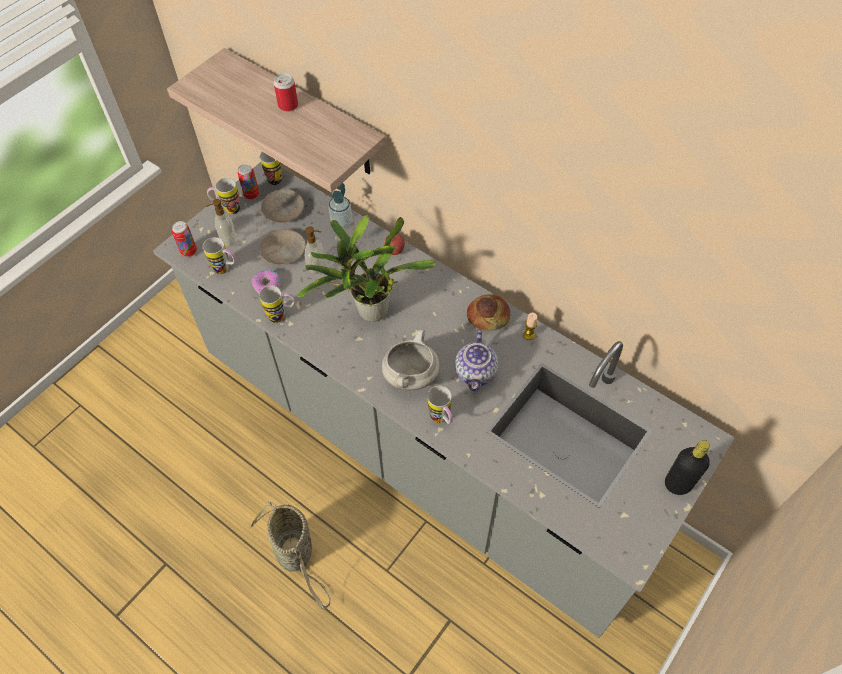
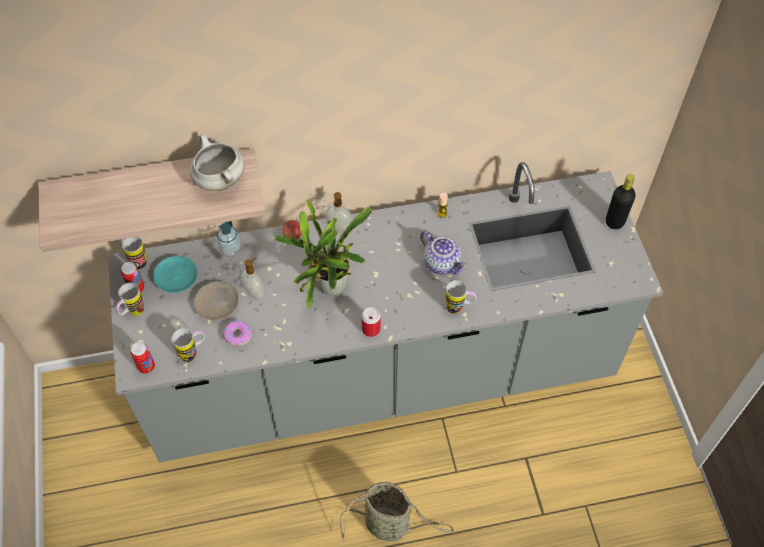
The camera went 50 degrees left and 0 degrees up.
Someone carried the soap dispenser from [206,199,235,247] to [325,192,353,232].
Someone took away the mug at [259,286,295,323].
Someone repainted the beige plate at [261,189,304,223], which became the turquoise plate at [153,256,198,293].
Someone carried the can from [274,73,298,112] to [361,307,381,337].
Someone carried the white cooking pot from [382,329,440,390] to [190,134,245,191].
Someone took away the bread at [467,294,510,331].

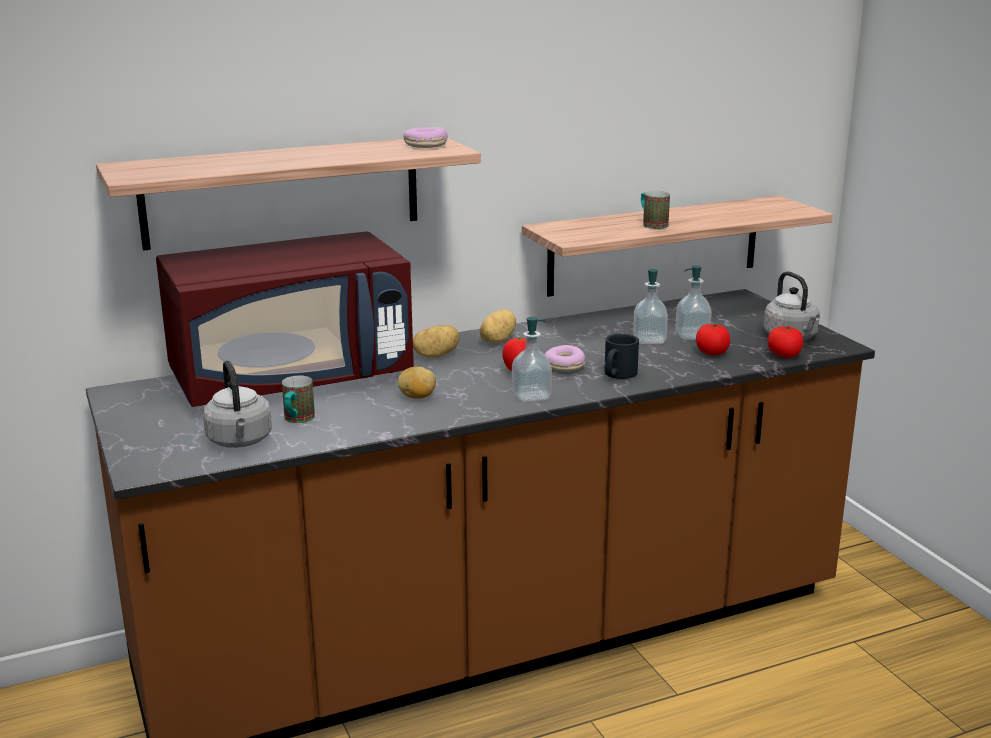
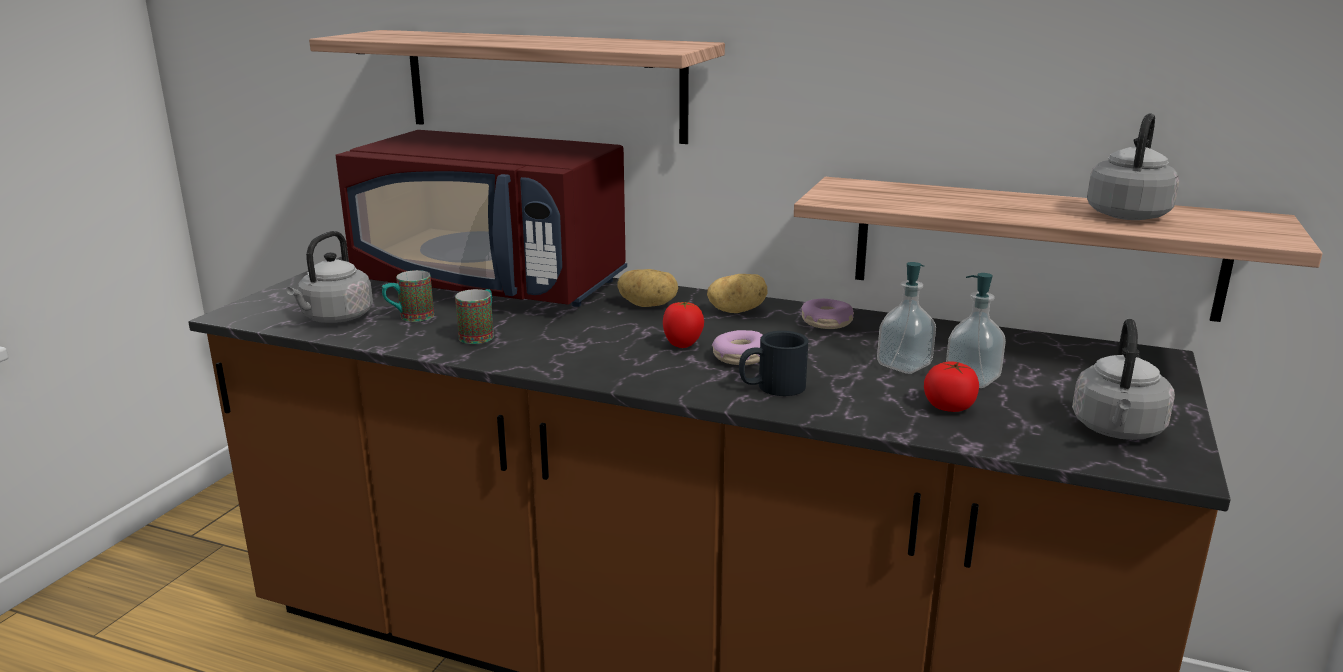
The camera went 45 degrees right and 0 degrees up.
Someone took away the potato at [398,367,436,399].
Someone carried the donut from [403,127,448,148] to [802,299,854,329].
Someone took away the soap dispenser at [512,317,552,402].
Someone carried the mug from [641,191,670,229] to [455,289,494,344].
Someone took away the tomato at [768,326,803,358].
Someone put down the grey kettle at [1087,113,1179,220].

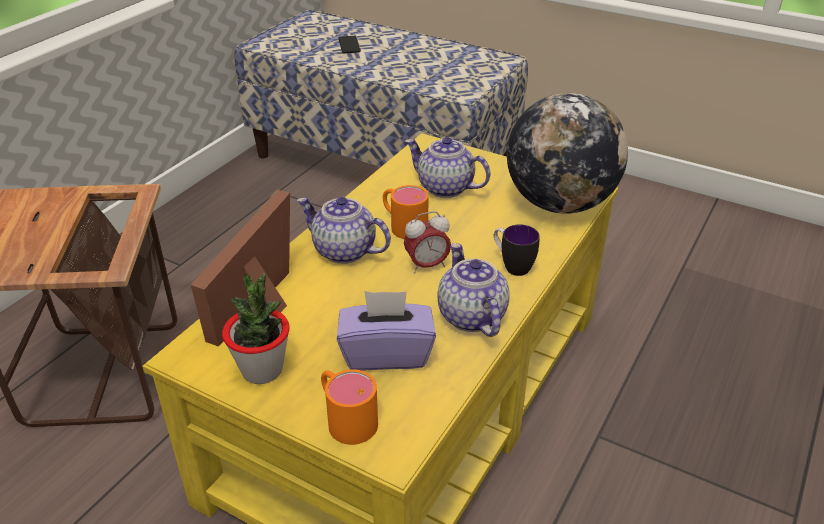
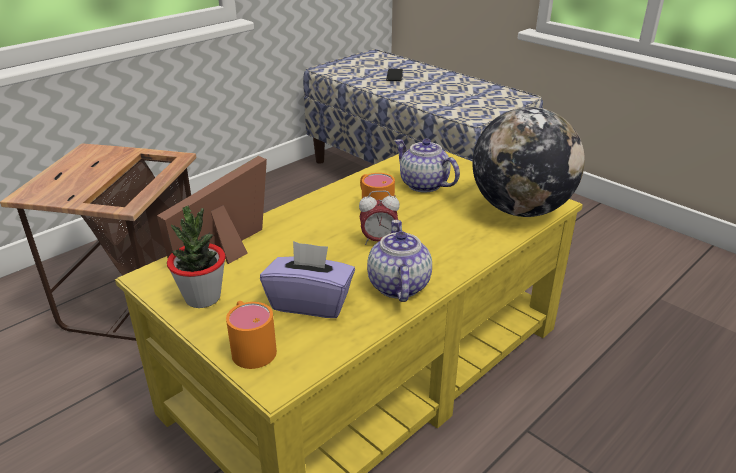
The camera went 15 degrees right and 5 degrees down.
Someone took away the teapot at [297,197,391,264].
Someone took away the mug at [494,224,540,276].

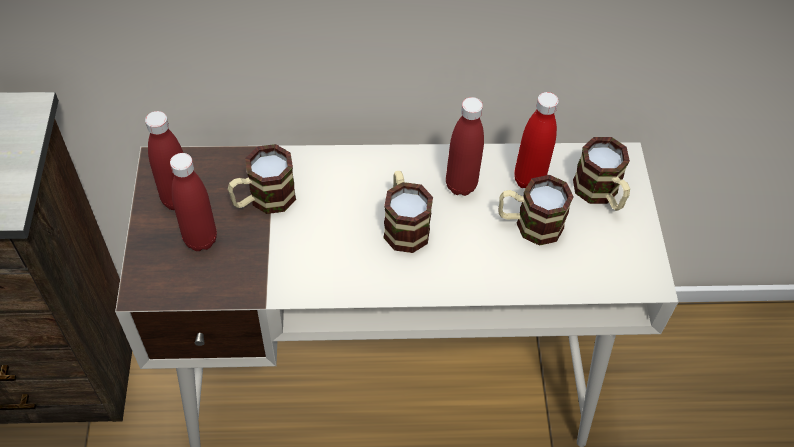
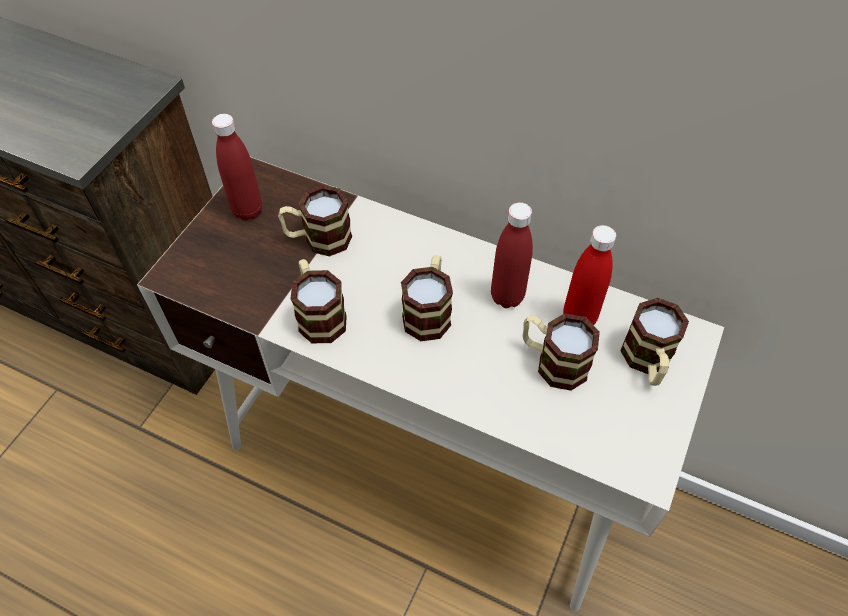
The camera went 30 degrees right and 0 degrees up.
Someone took away the red bottle at [170,153,217,251].
Someone put down the mug at [291,259,347,343].

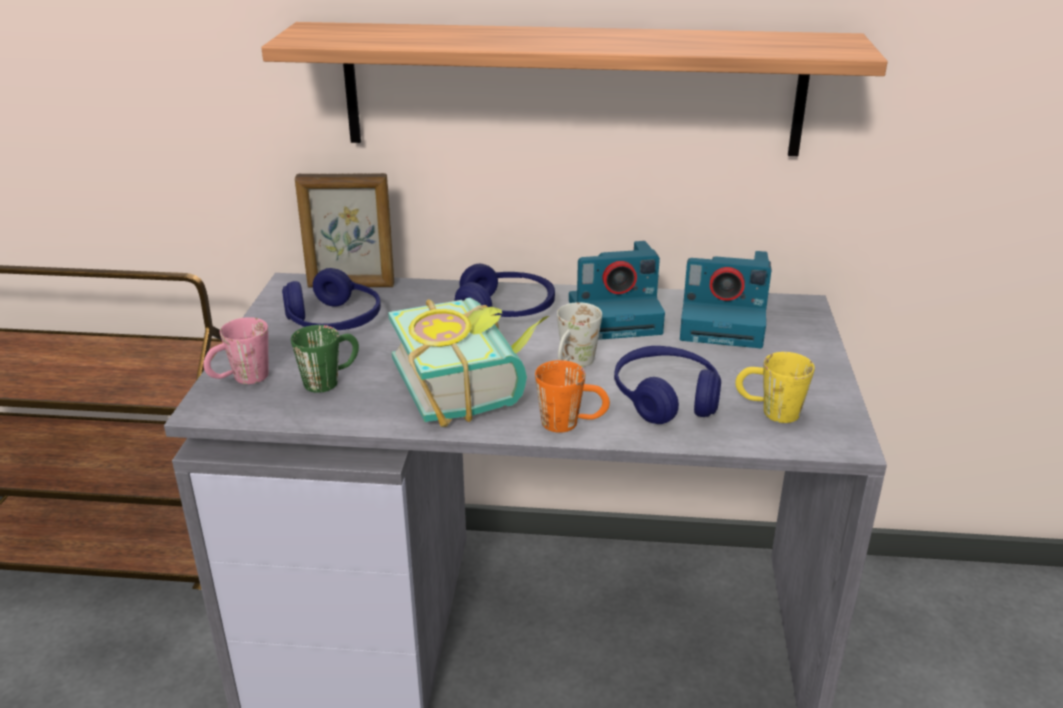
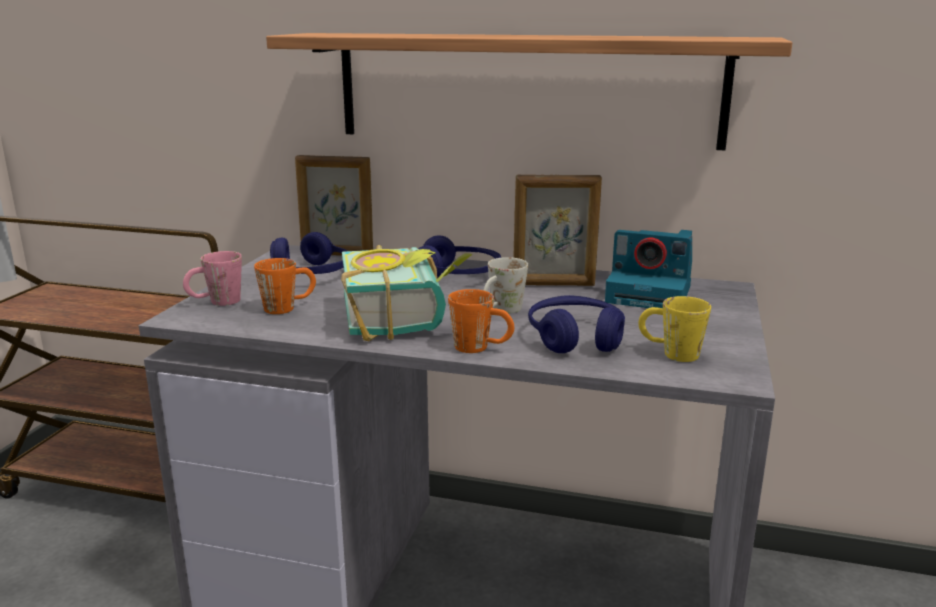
The camera went 10 degrees right and 10 degrees down.
Someone repainted the green mug at [291,325,359,393], which became the orange mug at [254,258,316,314].
Someone swapped the photo camera at [569,241,665,340] for the picture frame at [513,175,602,286].

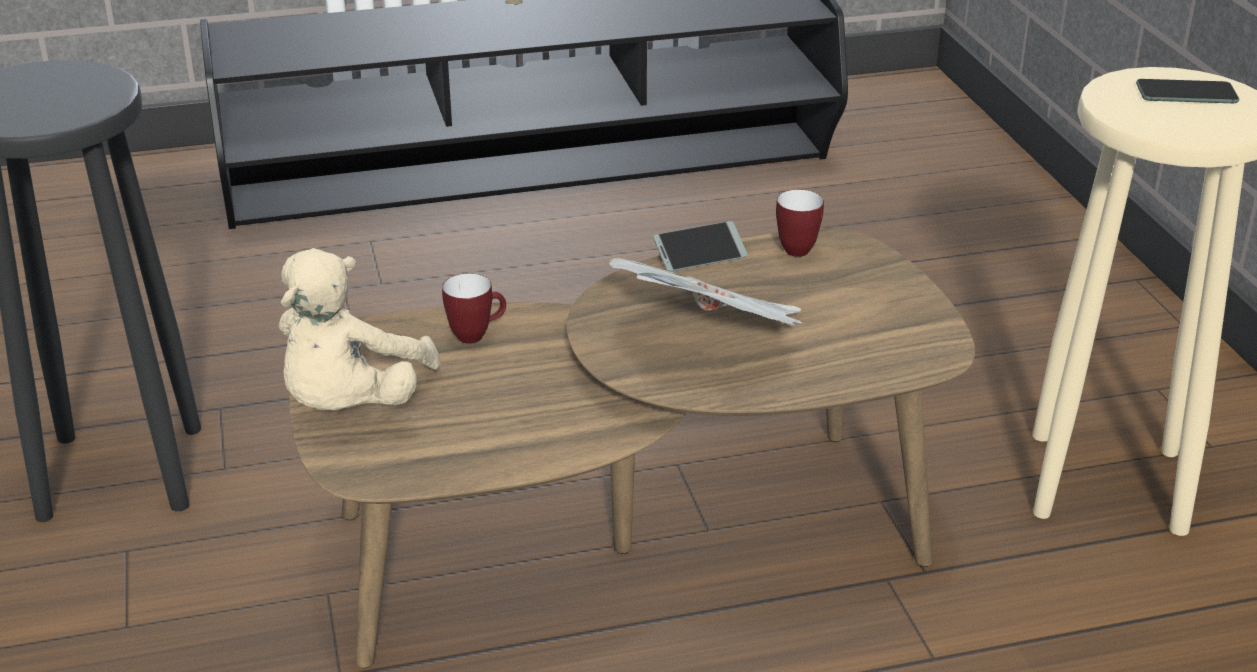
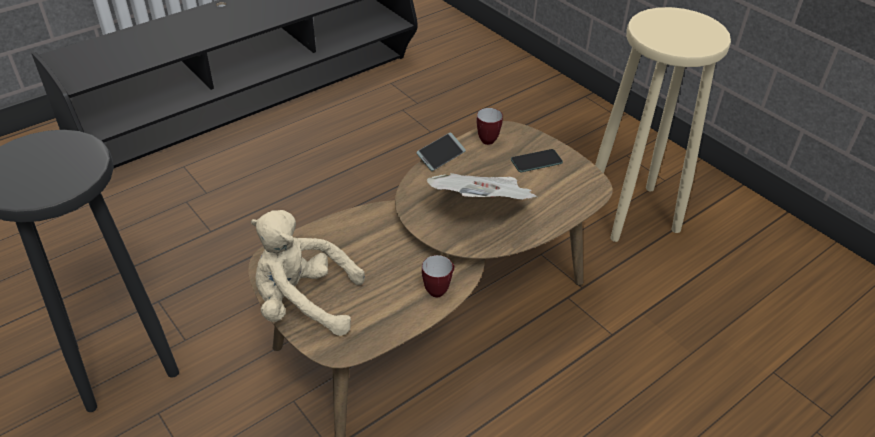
The camera went 25 degrees left and 10 degrees up.
Someone rotated the beige plush toy at [278,248,441,410] by 105 degrees clockwise.
Someone carried the mug from [442,273,506,344] to [422,255,455,298].
Someone carried the phone from [1136,79,1239,103] to [511,149,563,172].

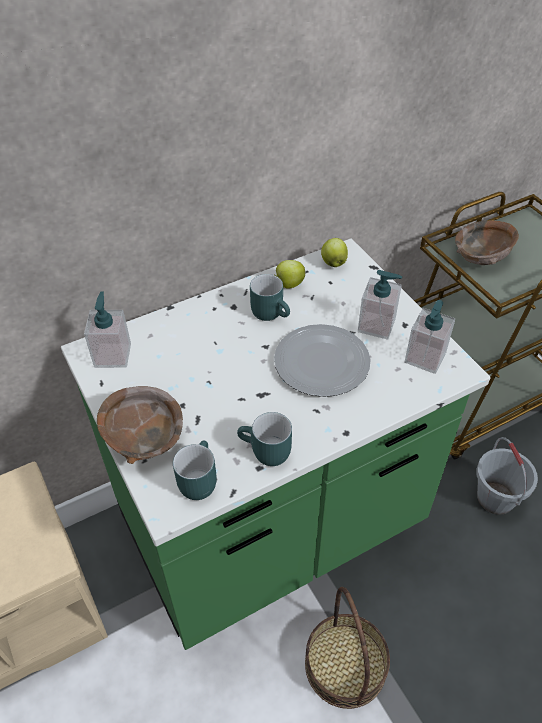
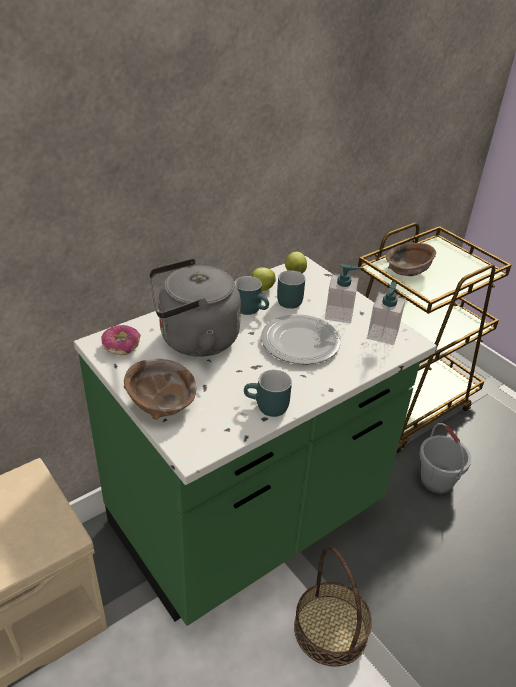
The camera went 10 degrees left and 10 degrees down.
Someone swapped the soap dispenser at [84,292,131,368] for the donut at [101,325,141,355].
Someone carried the turquoise mug from [173,440,217,500] to [277,270,305,309].
Someone put down the grey kettle at [149,258,241,357].

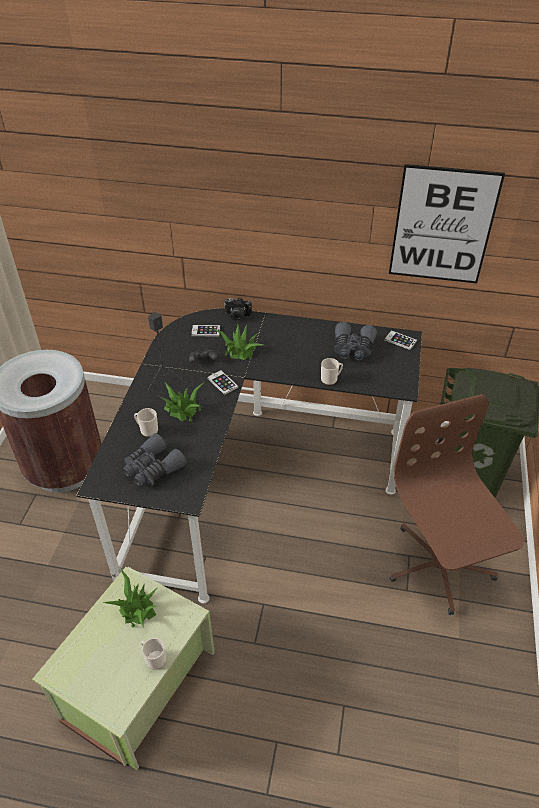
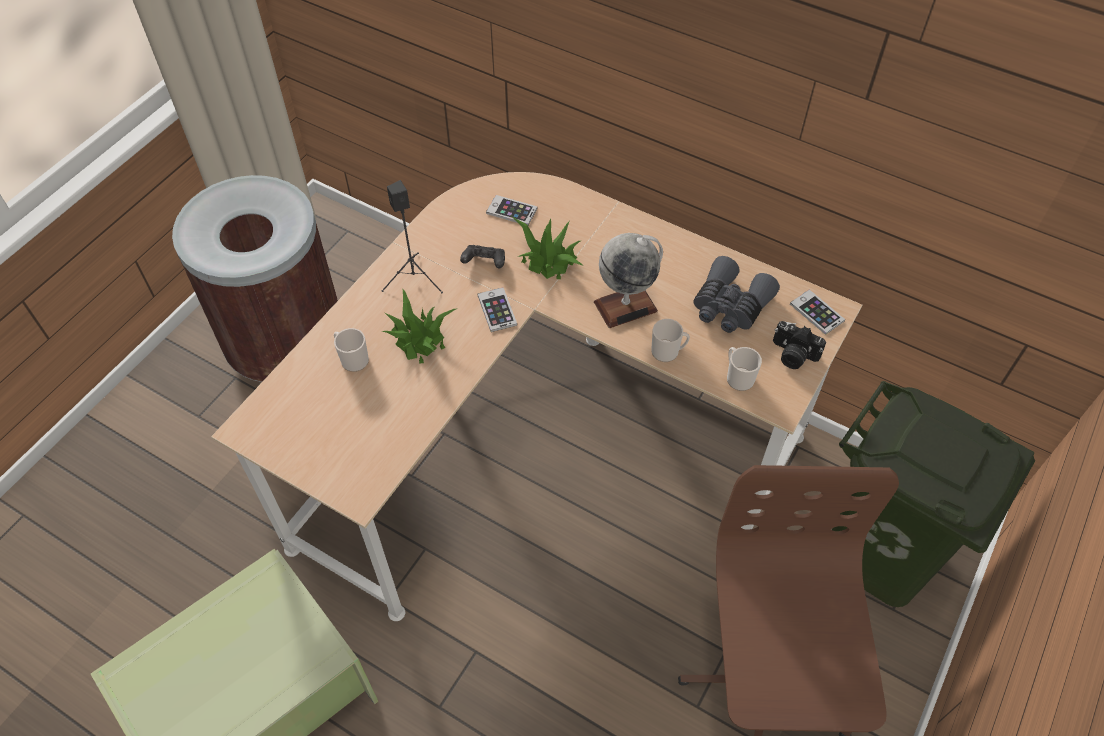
The camera went 20 degrees right and 10 degrees up.
Someone repainted the black desk at [76,308,422,604], which became the beige desk at [211,172,862,621].
Someone took away the potted plant at [103,568,157,628].
Someone took away the grey binoculars at [123,433,187,486].
Someone carried the mug from [141,638,166,670] to [727,347,762,391].
Someone carried the photo camera from [224,297,252,322] to [773,321,826,369].
Someone took away the picture at [389,164,505,283].
Someone put down the globe at [594,233,663,328].

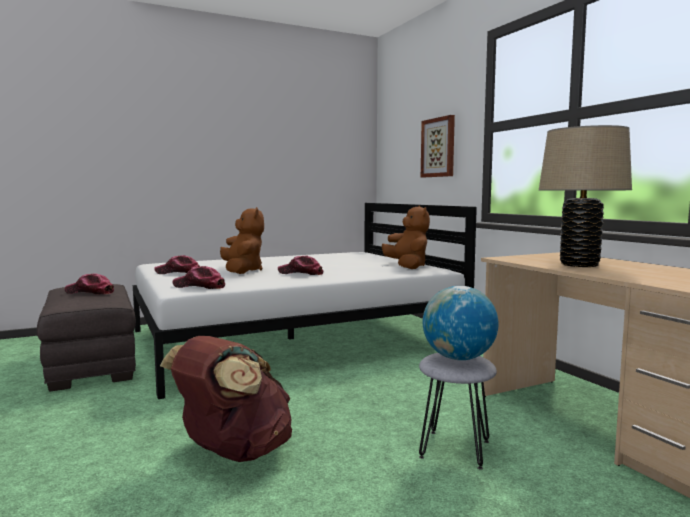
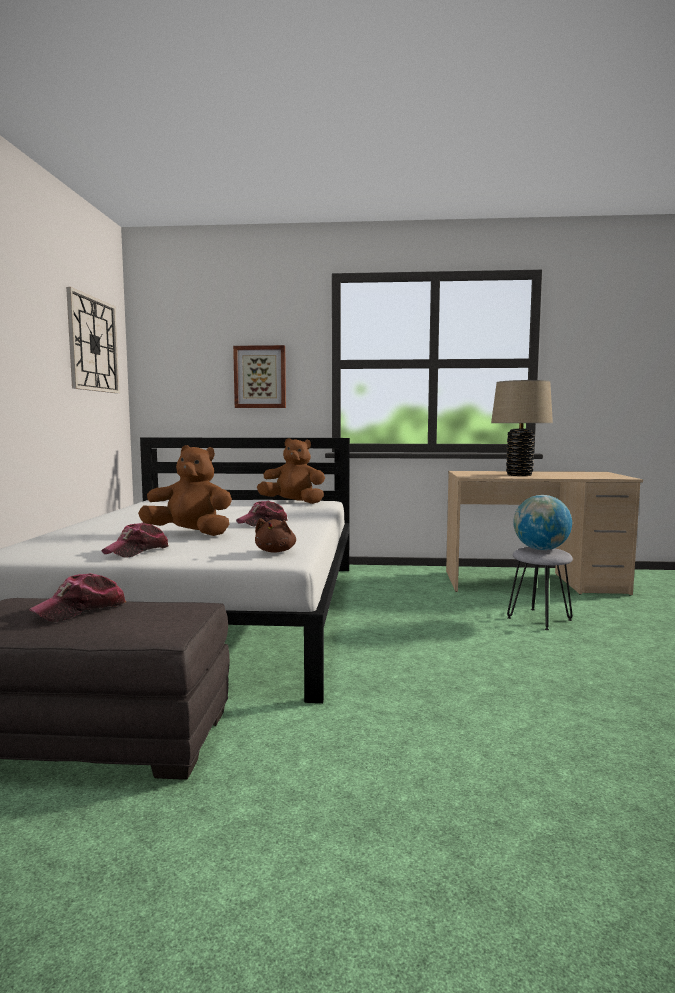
The camera went 60 degrees left and 0 degrees up.
Someone took away the brown backpack at [160,336,292,462].
Someone swapped the cap at [172,266,225,289] for the brown plush toy at [255,518,296,553].
Someone put up the wall clock at [66,287,119,393].

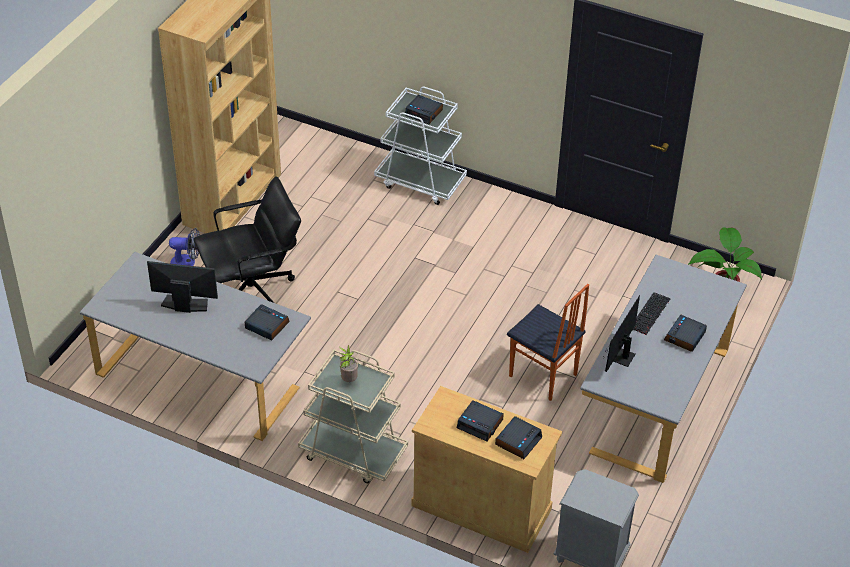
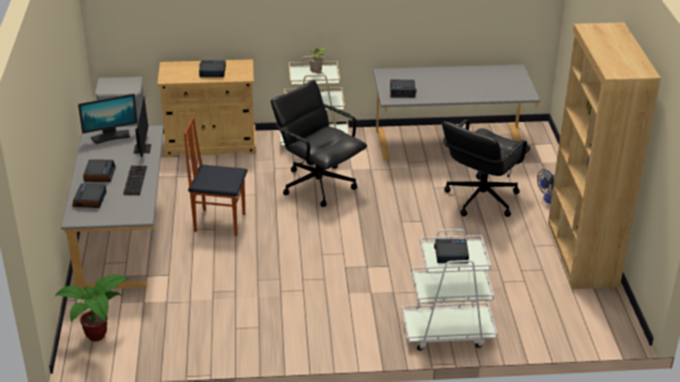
The camera went 150 degrees right and 10 degrees down.
Someone carried the monitor from [147,261,218,313] to [78,94,138,144].
Someone carried the alarm clock from [495,416,542,459] to [72,184,107,208].
Someone put down the black office chair at [271,80,367,207].

